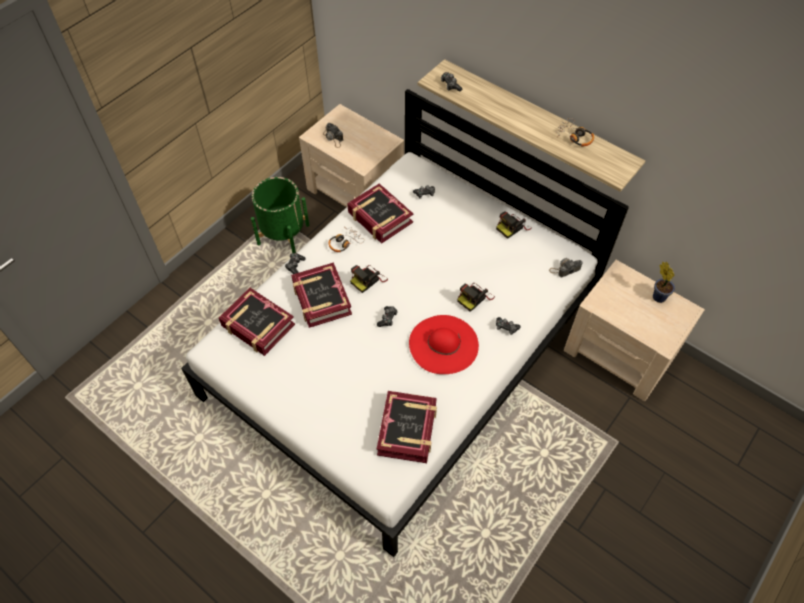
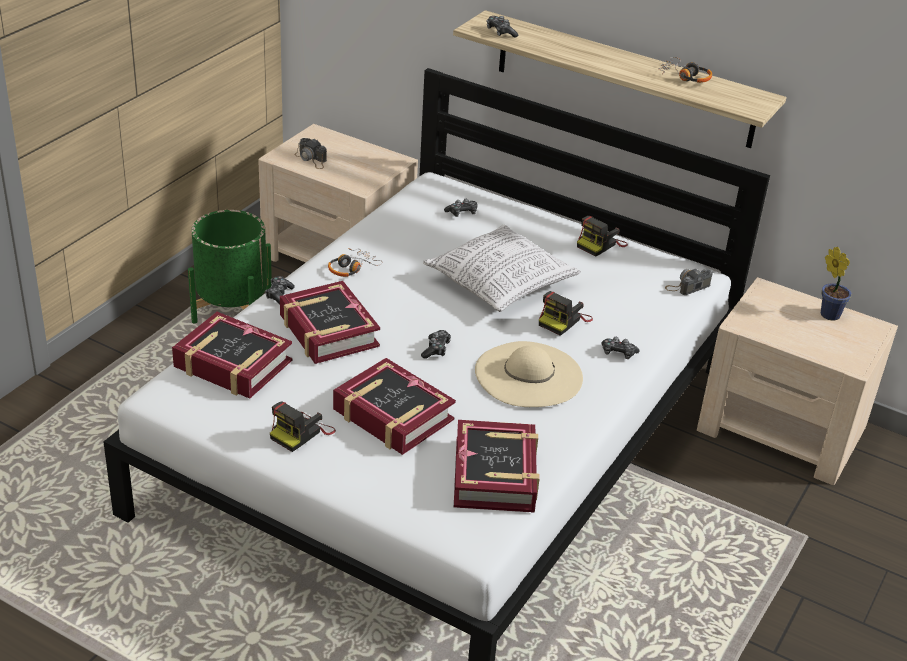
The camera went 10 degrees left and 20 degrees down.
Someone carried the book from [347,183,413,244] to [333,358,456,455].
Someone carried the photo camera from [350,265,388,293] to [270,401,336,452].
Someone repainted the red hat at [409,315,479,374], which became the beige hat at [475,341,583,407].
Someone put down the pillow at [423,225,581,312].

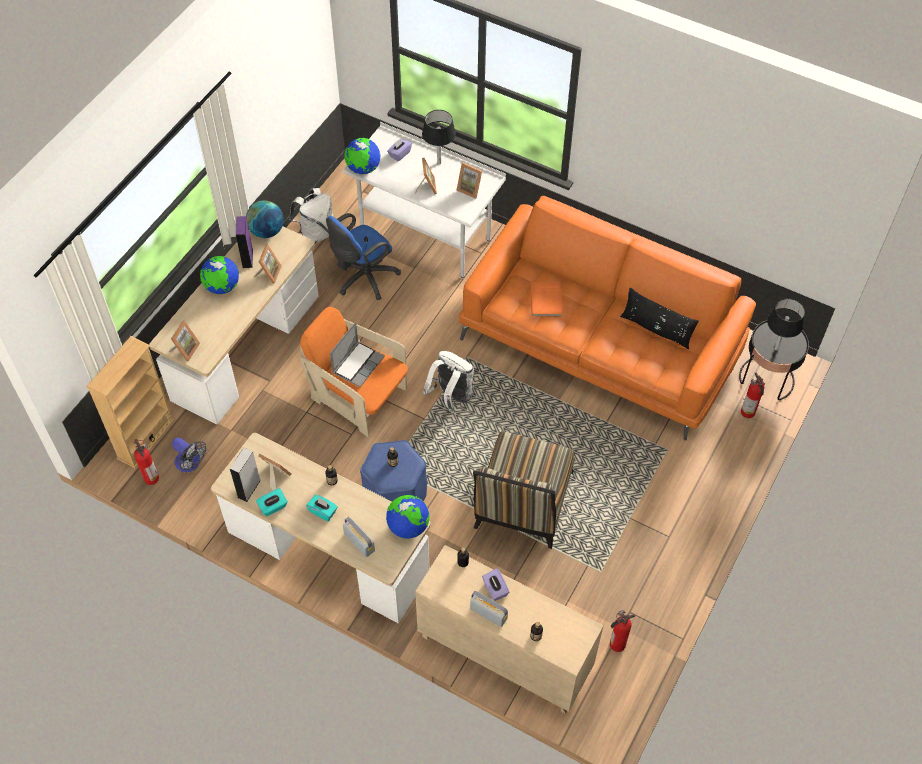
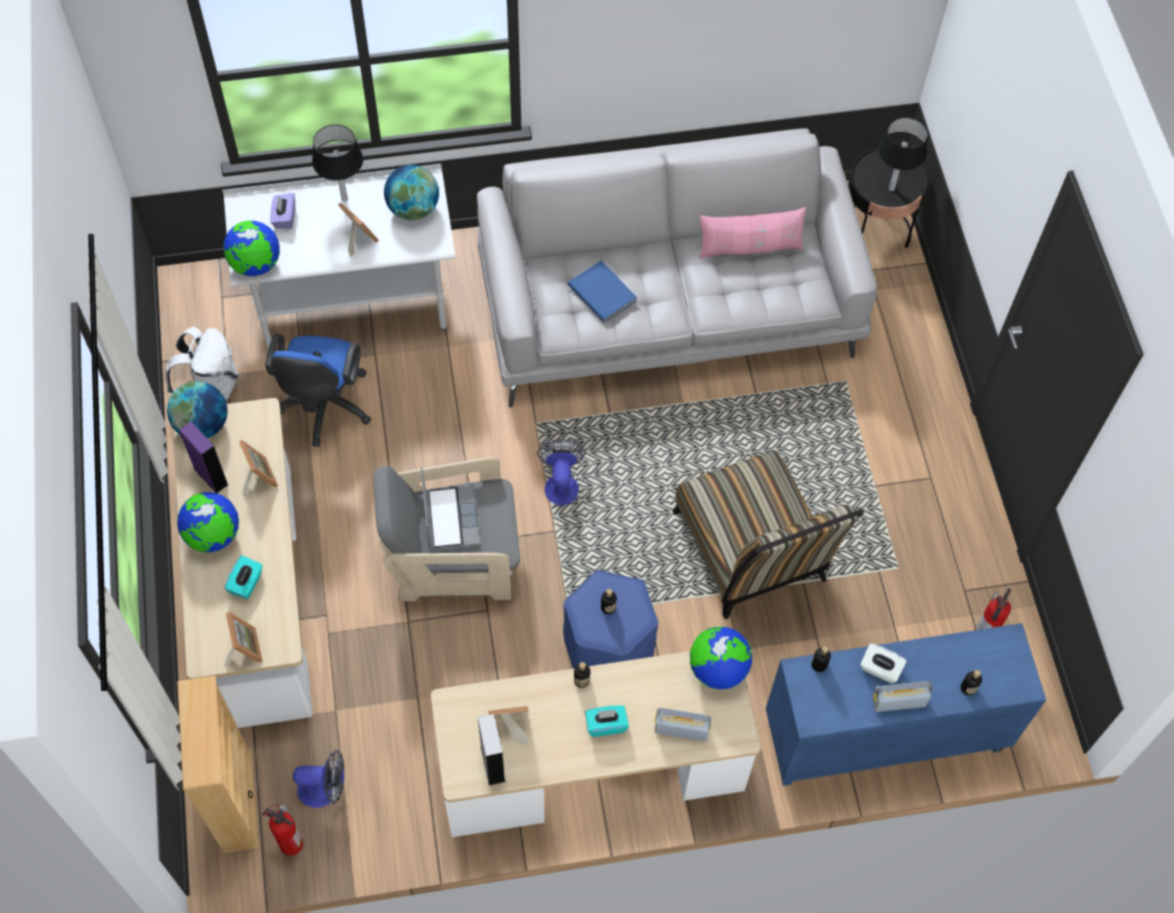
The camera went 40 degrees left and 5 degrees up.
Someone carried the turquoise tissue box from [256,488,288,516] to [224,555,263,599].
Someone repainted the orange armchair at [300,307,408,437], which became the grey armchair at [374,457,520,601].
Someone repainted the beige cabinet at [415,545,603,714], which became the blue cabinet at [766,623,1046,786].
Someone swapped the white backpack at [423,351,474,412] for the fan at [537,439,586,505].
Someone swapped the picture frame at [457,163,482,199] for the globe at [384,165,439,220].
Someone repainted the orange sofa at [459,196,756,440], which became the grey sofa at [477,128,877,408].
Someone repainted the purple tissue box at [482,568,509,601], which became the white tissue box at [860,643,907,683].
Someone repainted the orange book at [531,282,562,317], which became the blue book at [568,260,637,323].
Someone repainted the black pillow at [620,287,699,349], which became the pink pillow at [699,207,806,259].
Someone took away the fire extinguisher at [741,372,765,418].

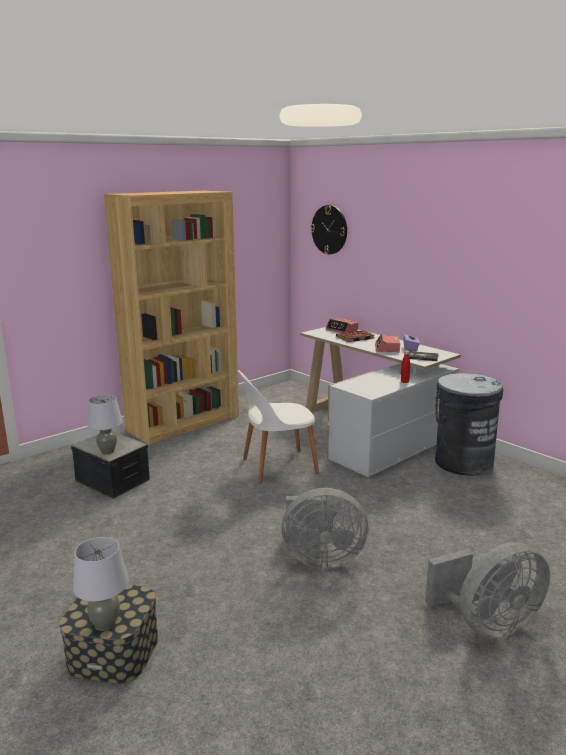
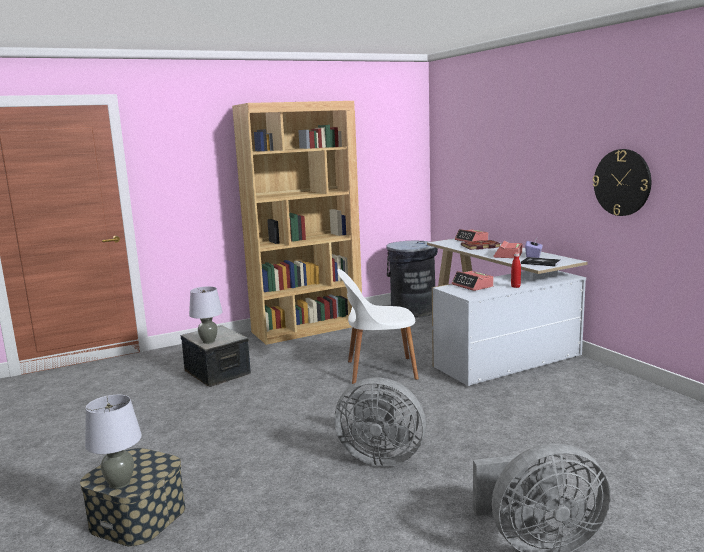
The camera went 15 degrees right and 5 degrees down.
Someone carried the wall clock from [311,205,347,254] to [593,149,651,216].
Someone carried the grey trash can from [435,373,503,476] to [386,241,438,318].
Someone put down the alarm clock at [452,271,494,291].

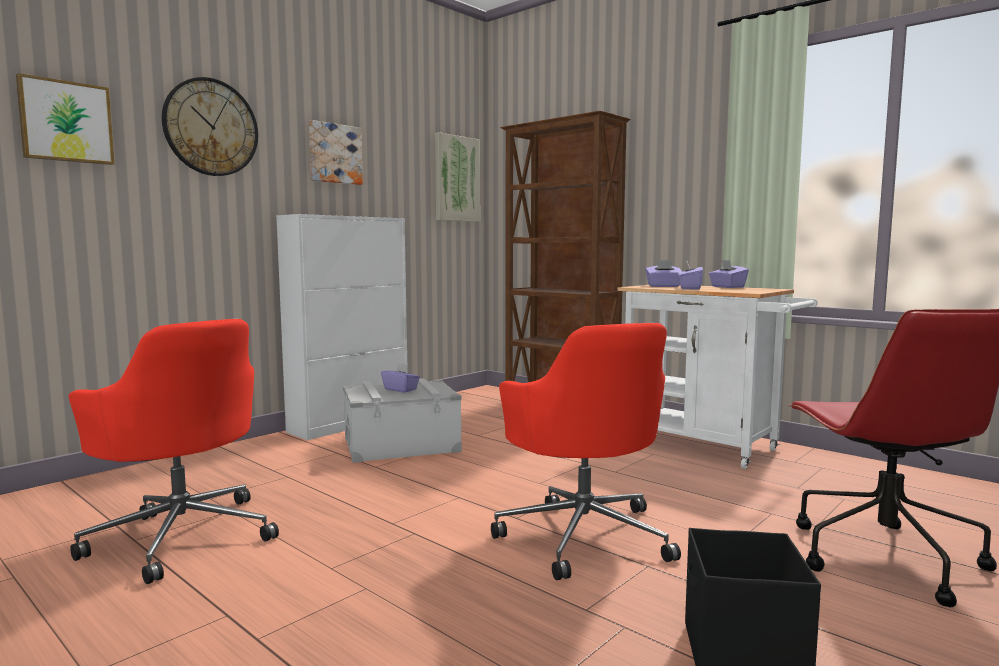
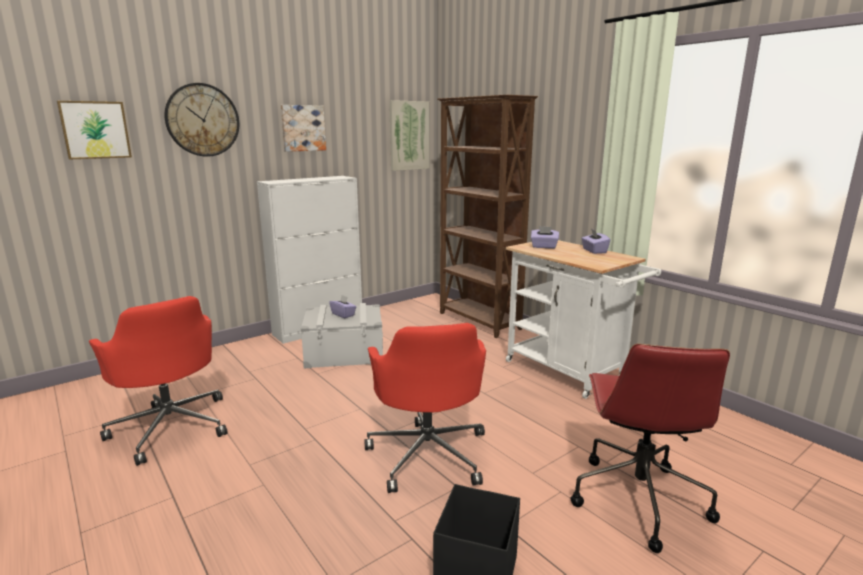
The camera went 10 degrees right and 10 degrees up.
Someone took away the purple tissue box at [678,261,703,290].

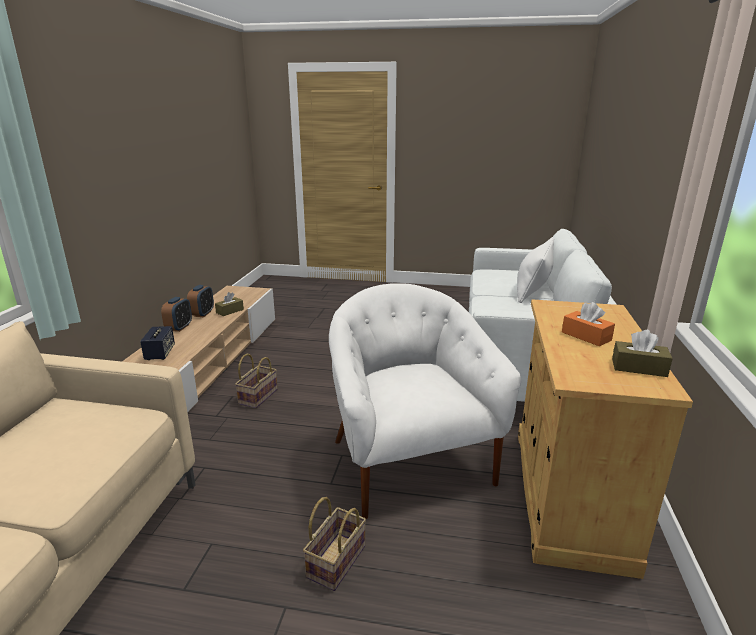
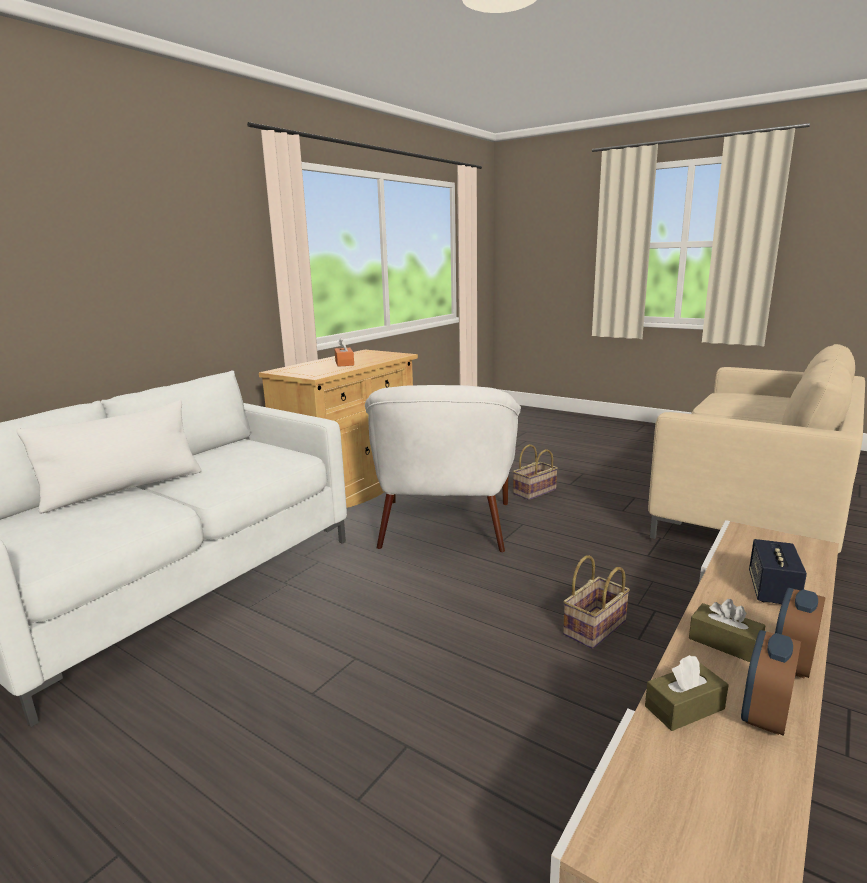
The camera went 155 degrees left and 5 degrees down.
Someone carried the brown tissue box from [612,330,673,377] to [689,599,765,662].

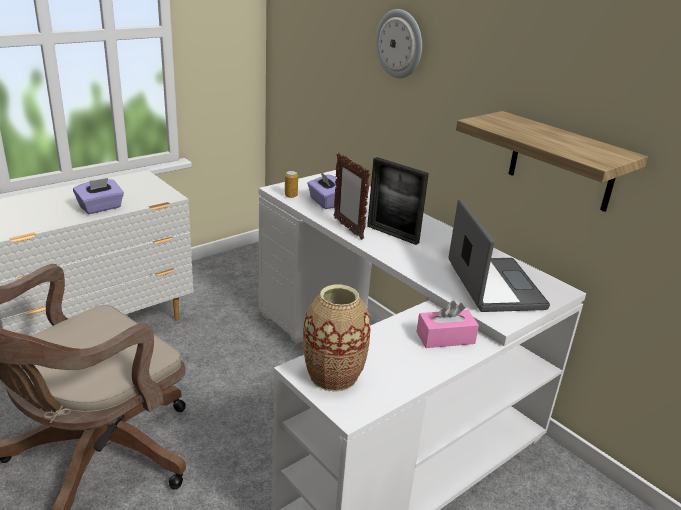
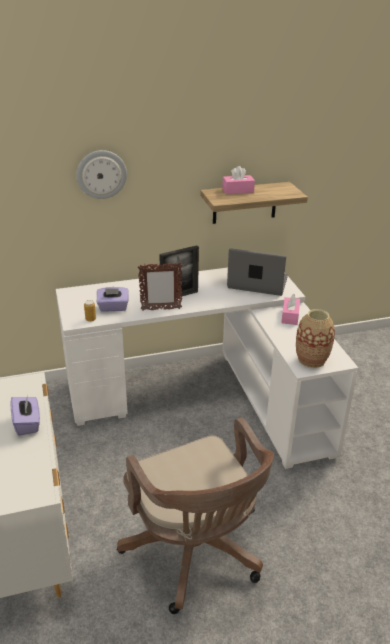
The camera went 65 degrees left and 5 degrees up.
Someone put down the pink tissue box at [222,166,255,194].

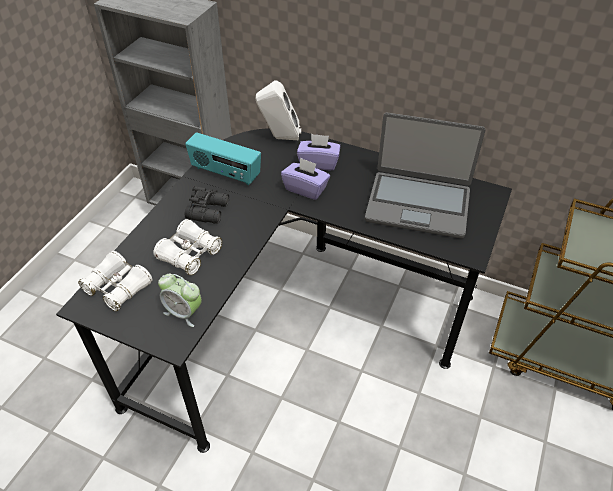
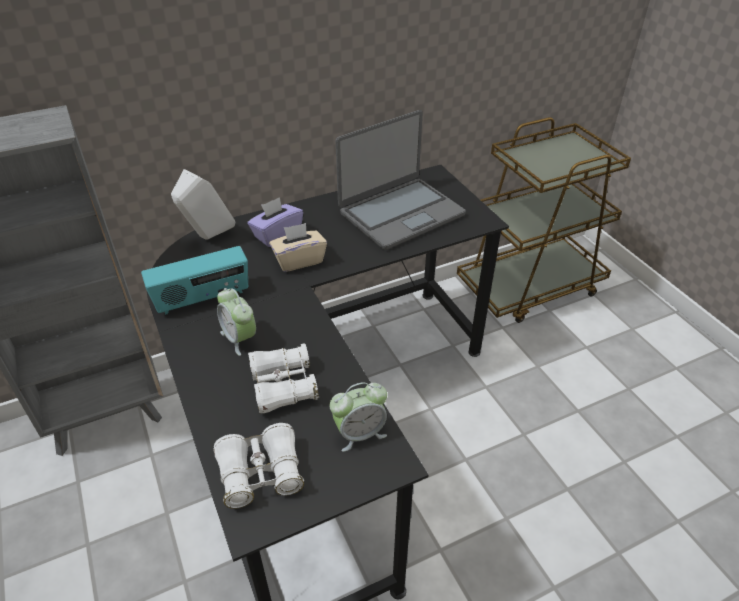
The camera went 50 degrees left and 5 degrees down.
Someone swapped the black binoculars at [185,186,229,224] for the alarm clock at [217,288,256,356].
Someone repainted the purple tissue box at [281,157,330,200], which became the beige tissue box at [269,223,327,272].

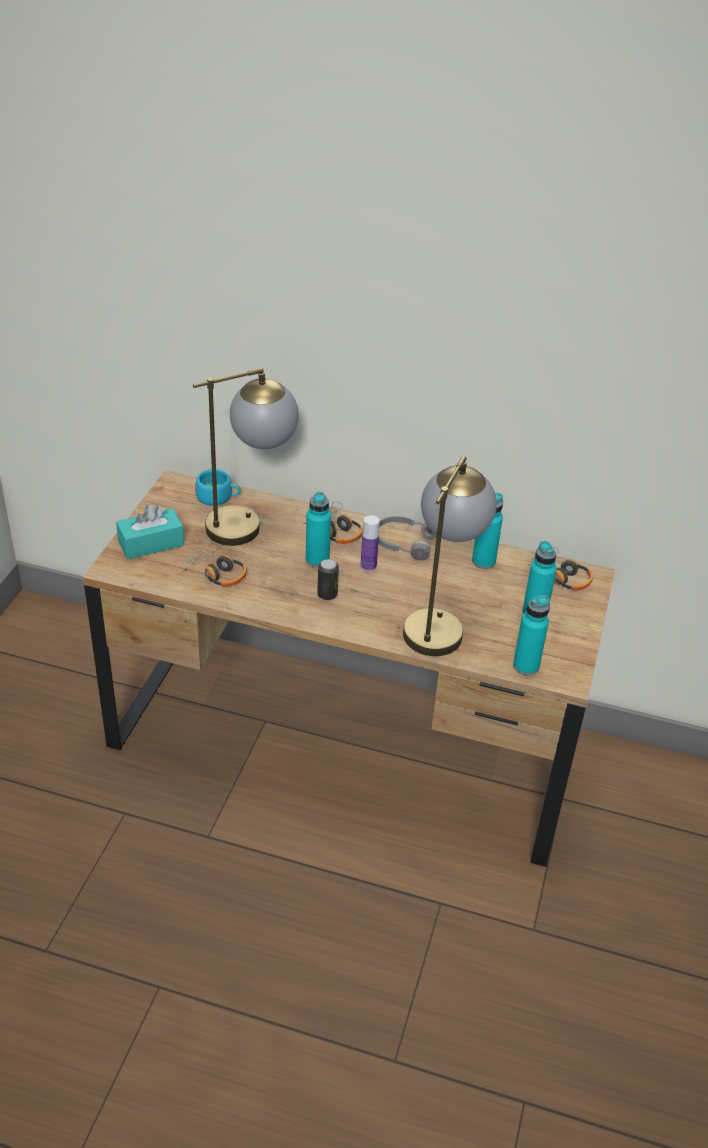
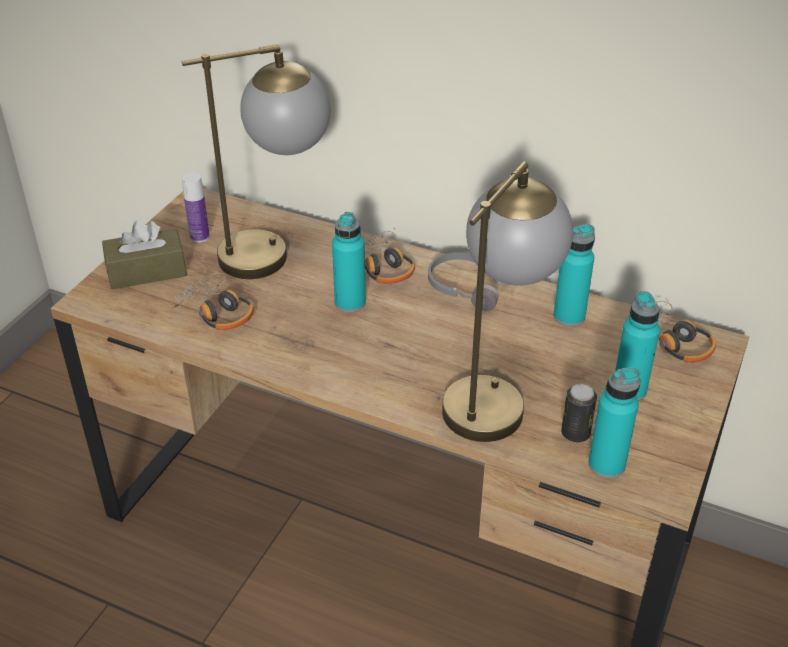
The camera went 10 degrees right and 0 degrees up.
Someone repainted the turquoise tissue box at [116,504,184,559], which became the brown tissue box at [102,220,187,289].
Someone took away the turquoise cup at [195,469,241,506].
Someone carried the can from [317,559,339,600] to [561,384,597,442].
Someone carried the bottle from [360,515,380,572] to [182,172,210,243].

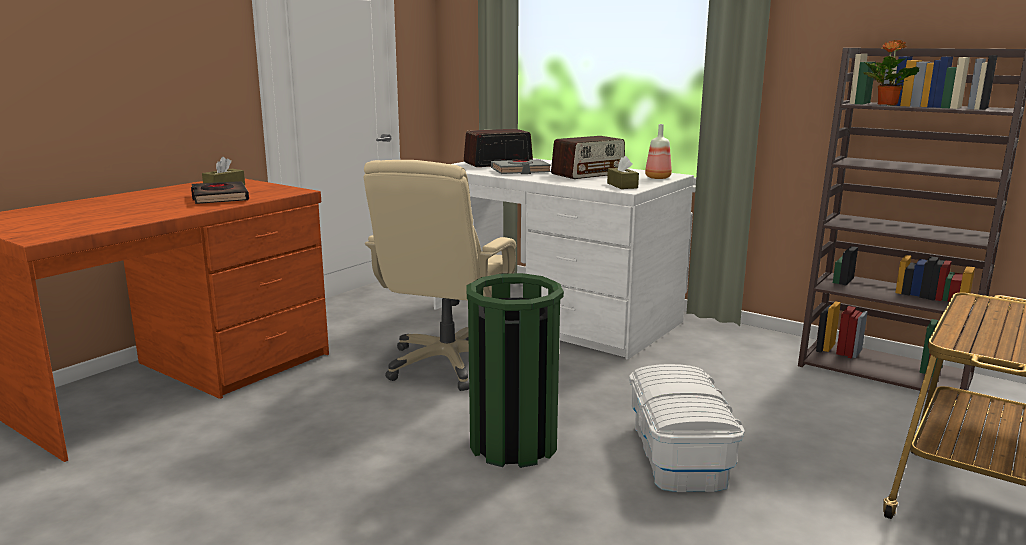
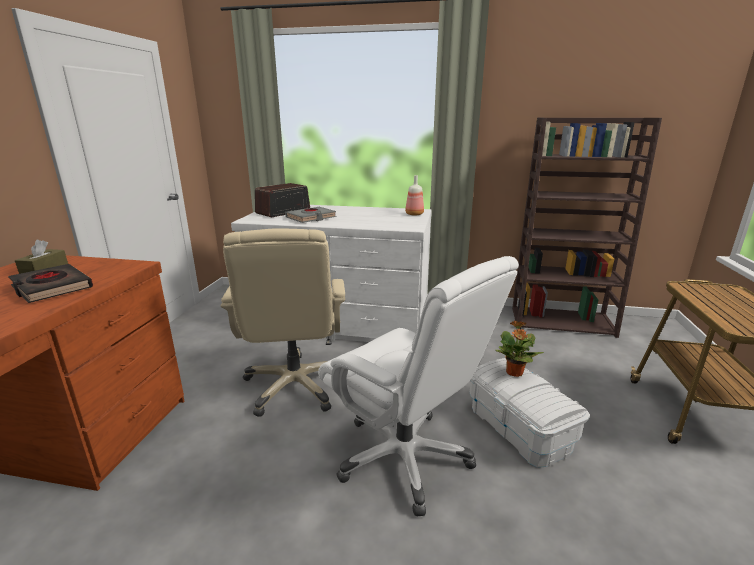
The camera went 25 degrees left and 5 degrees up.
Someone swapped the green trash can at [466,273,564,468] for the white office chair at [318,256,519,517].
Someone took away the radio at [551,136,625,179].
Someone took away the brown tissue box at [607,156,639,189].
Someone carried the potted plant from [864,40,919,105] to [495,320,544,377].

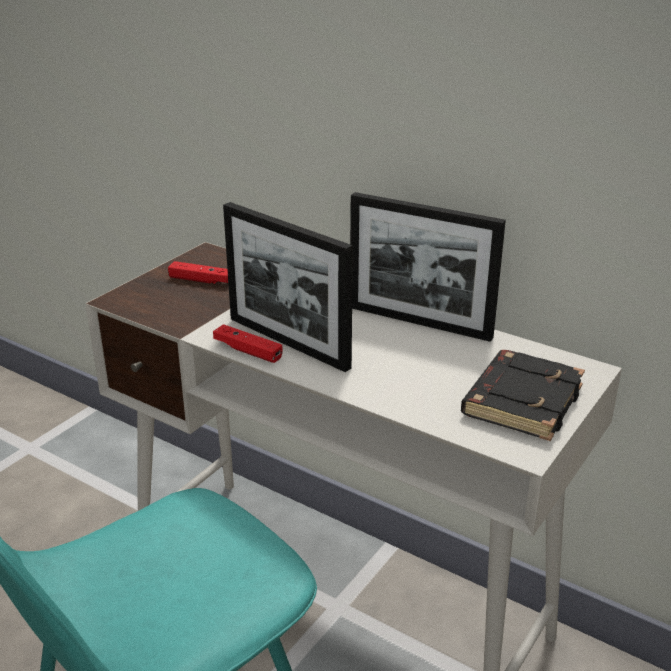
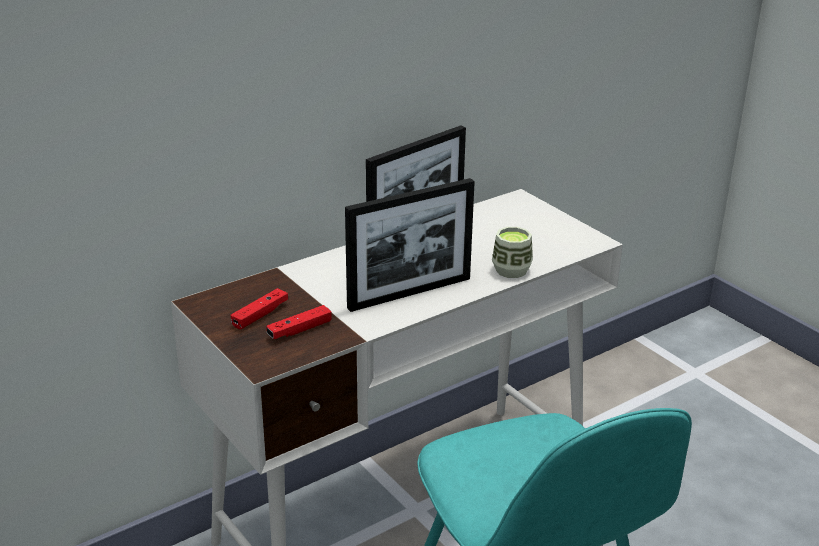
The camera went 70 degrees left and 0 degrees up.
Someone carried the red game controller from [213,324,282,363] to [266,305,332,339].
Someone took away the black book at [461,350,585,441].
Someone put down the cup at [492,227,533,278].

